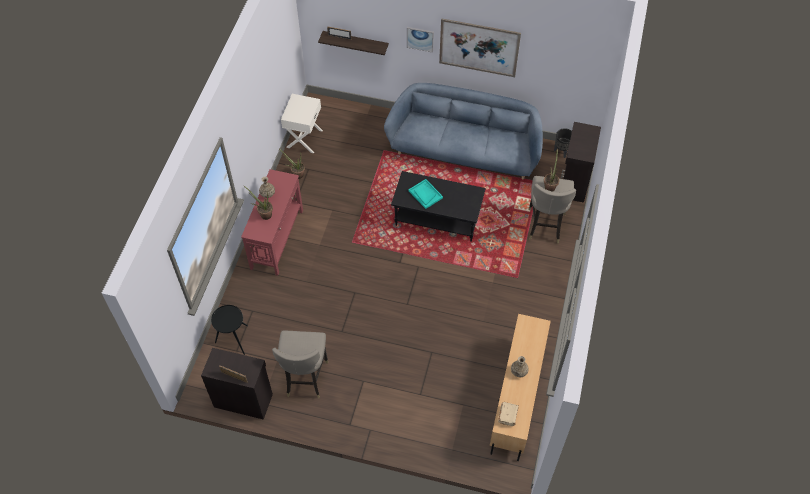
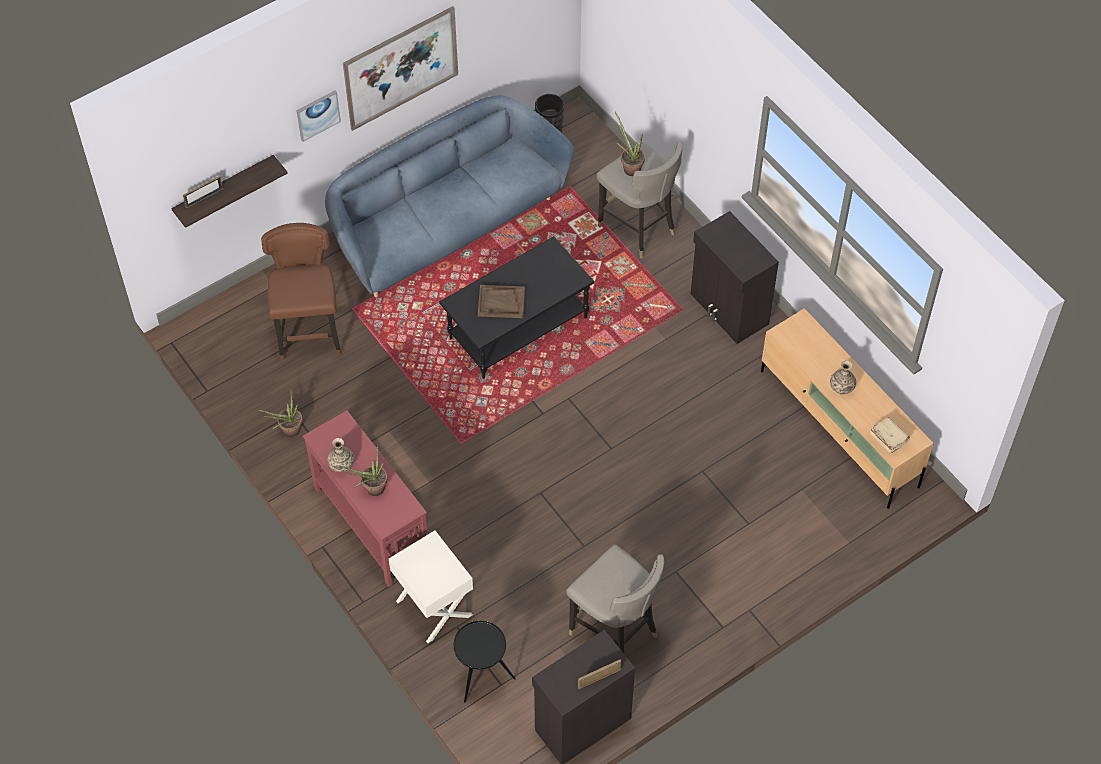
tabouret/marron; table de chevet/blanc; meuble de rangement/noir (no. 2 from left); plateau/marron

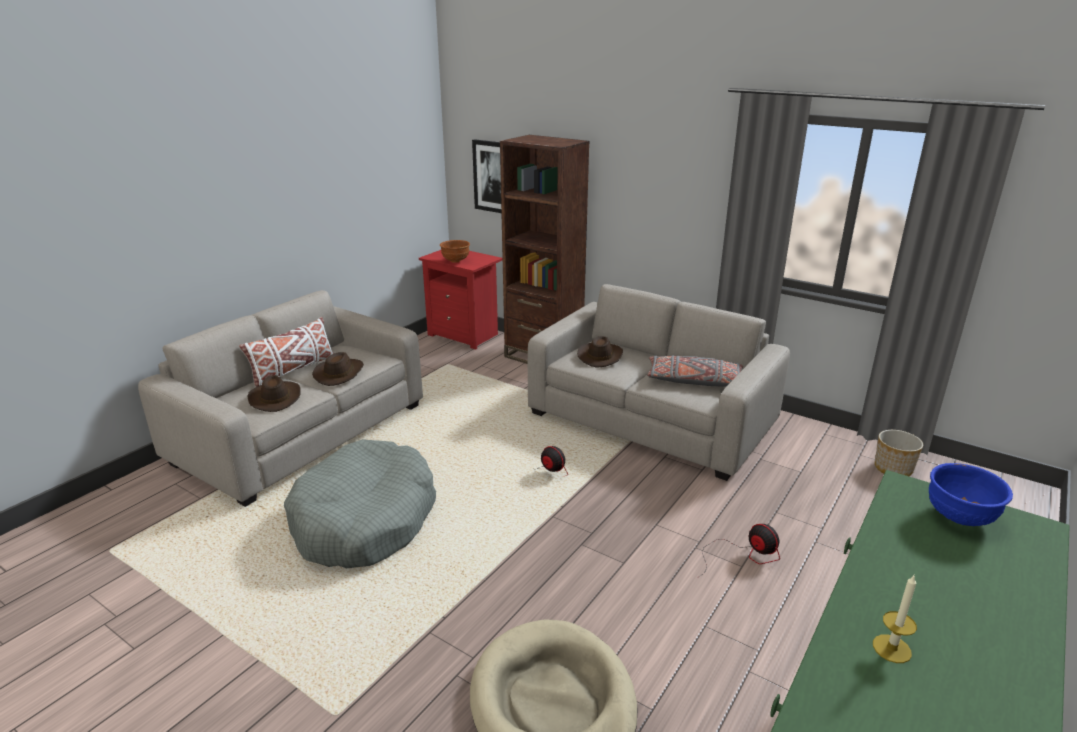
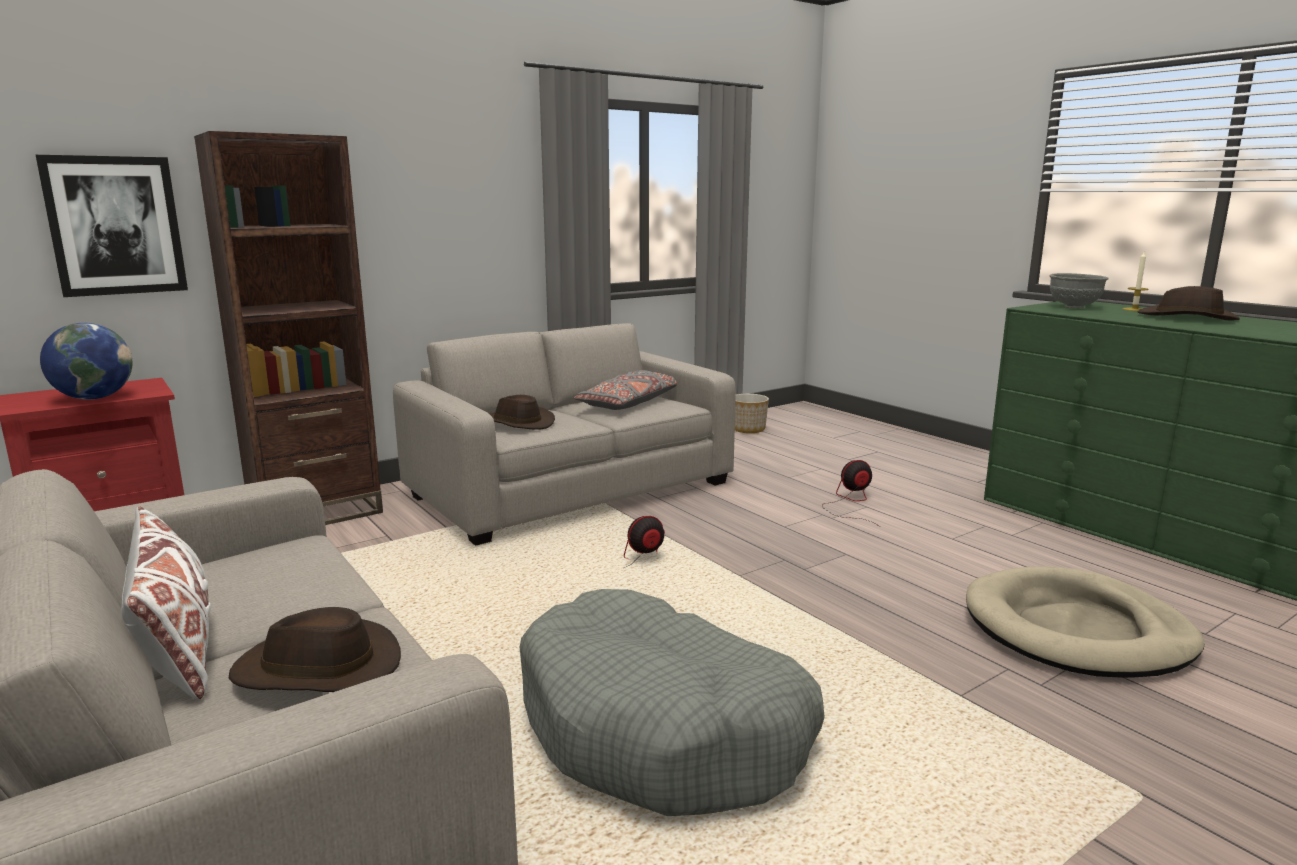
chapeau/marron (no. 3 from left); bougie; globe; bol/gris

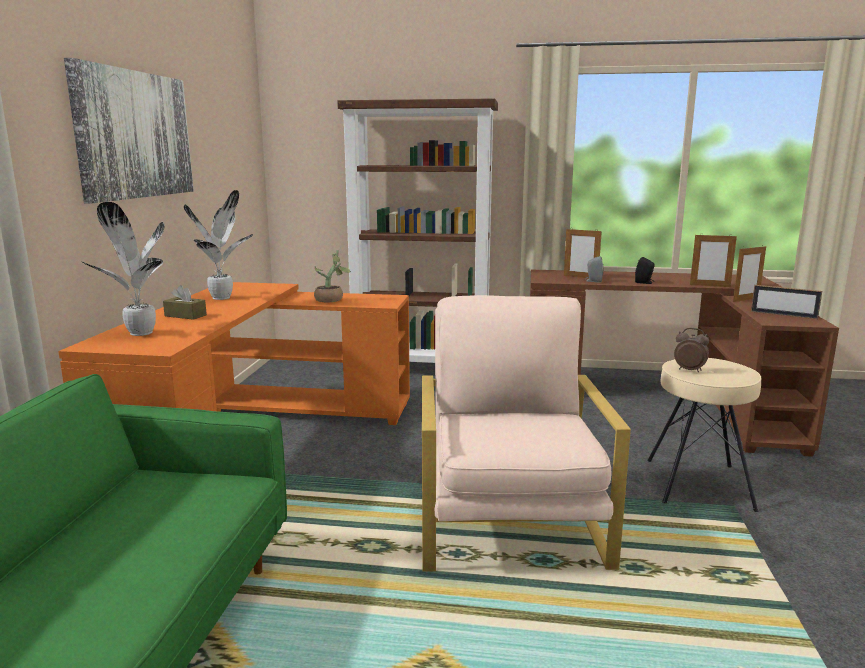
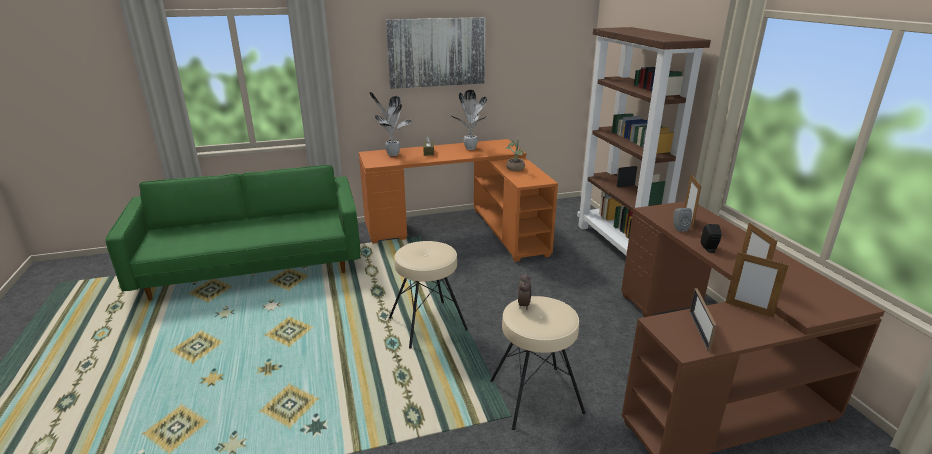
tabouret/beige (no. 1 from left)

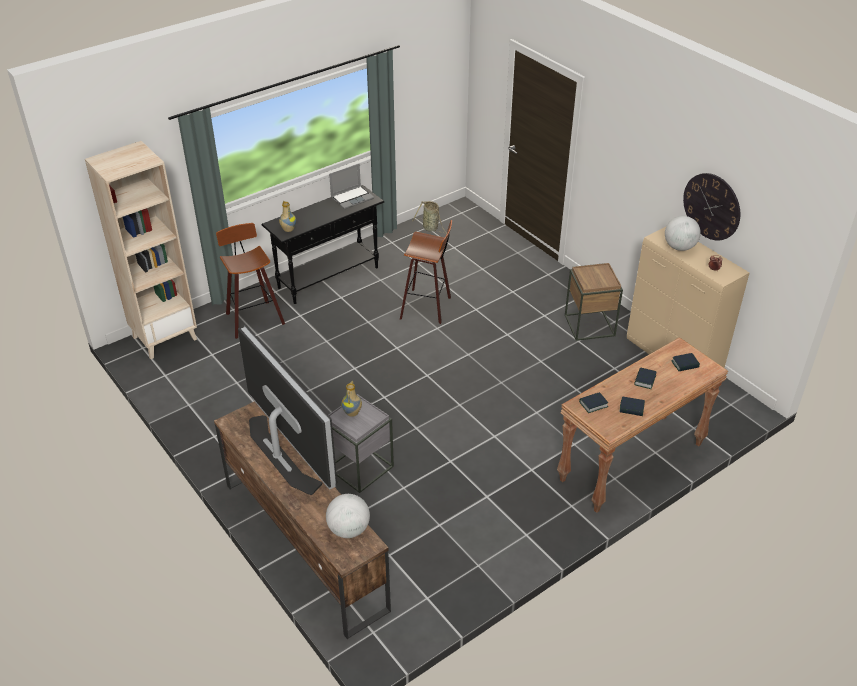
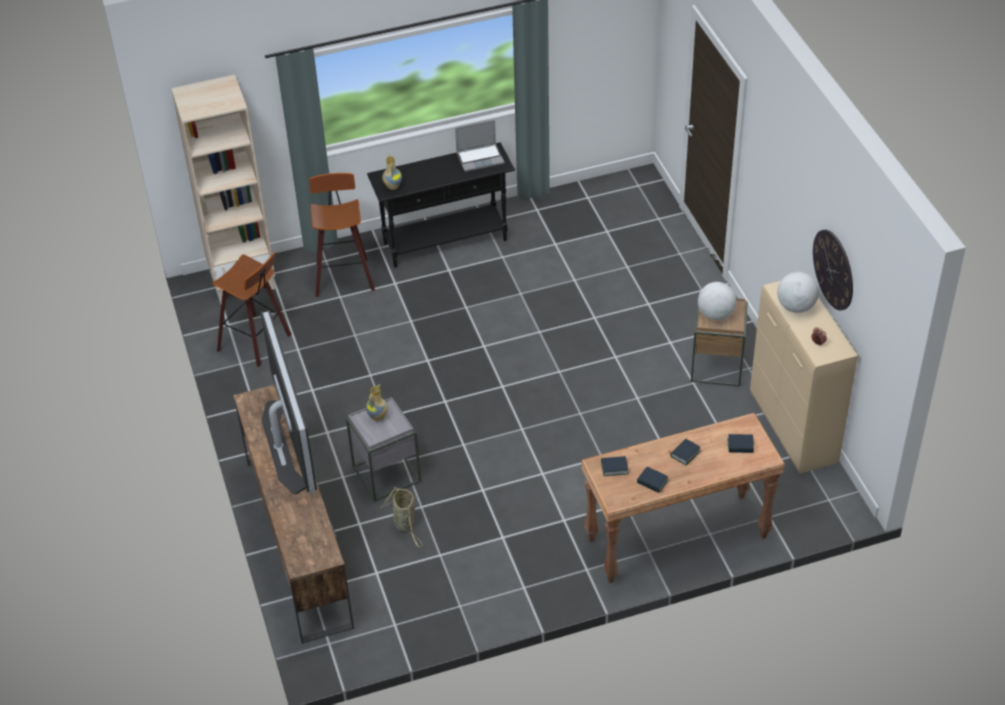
globe (no. 1 from left); tabouret (no. 1 from left); panier

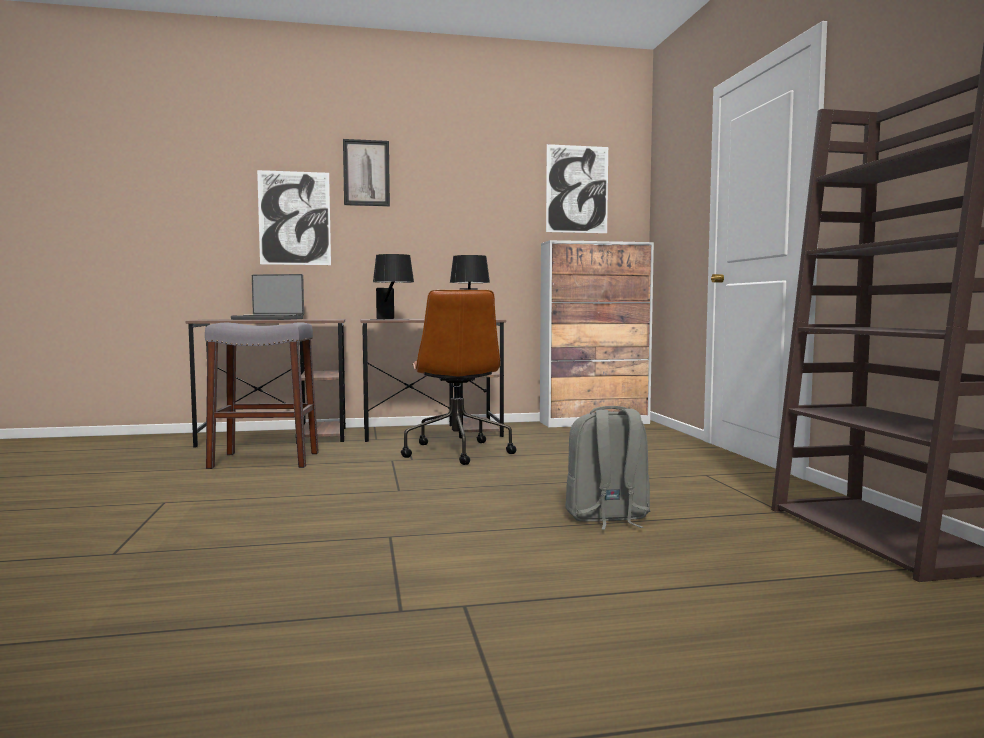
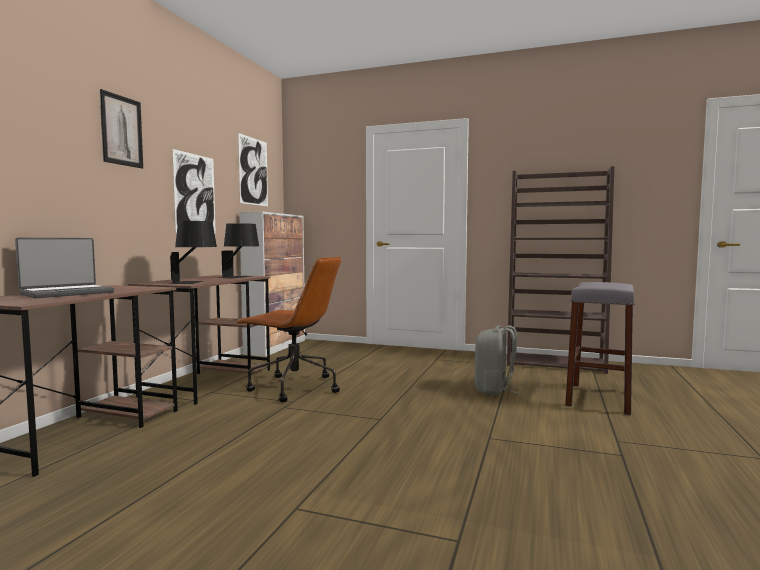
tabouret/gris; tableau (no. 2 from left)

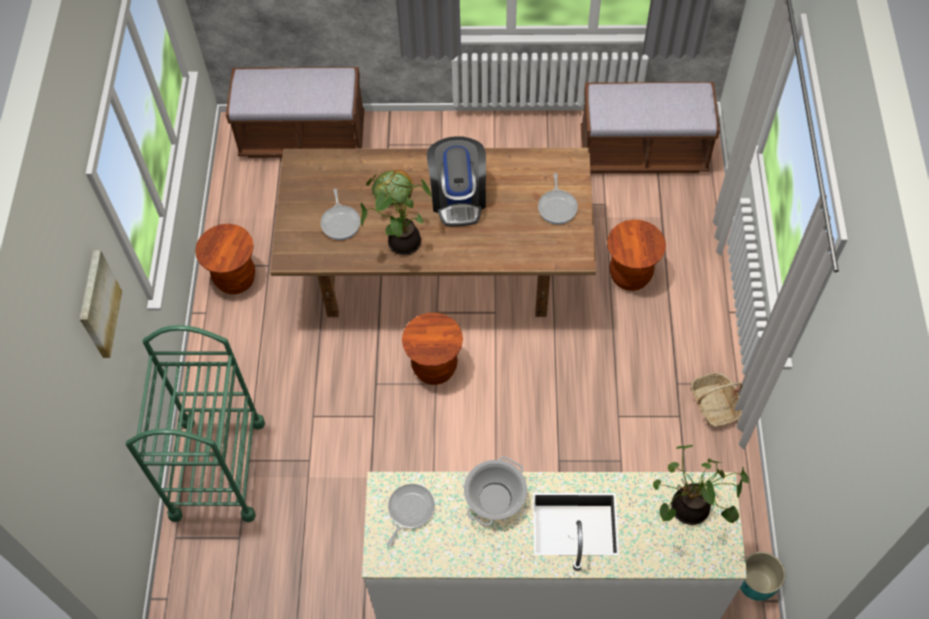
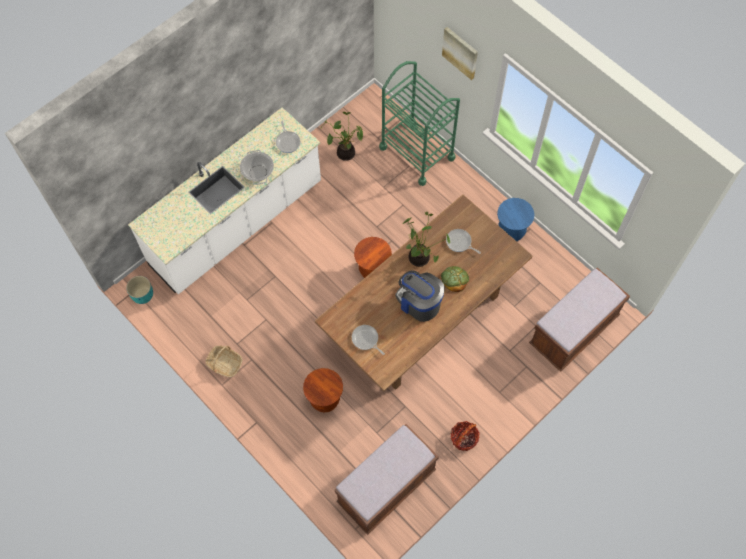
panier (no. 2 from left); plante en pot (no. 1 from left); tabouret/bleu

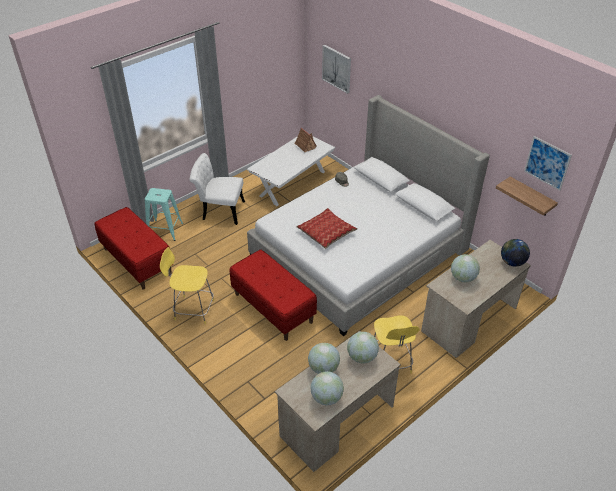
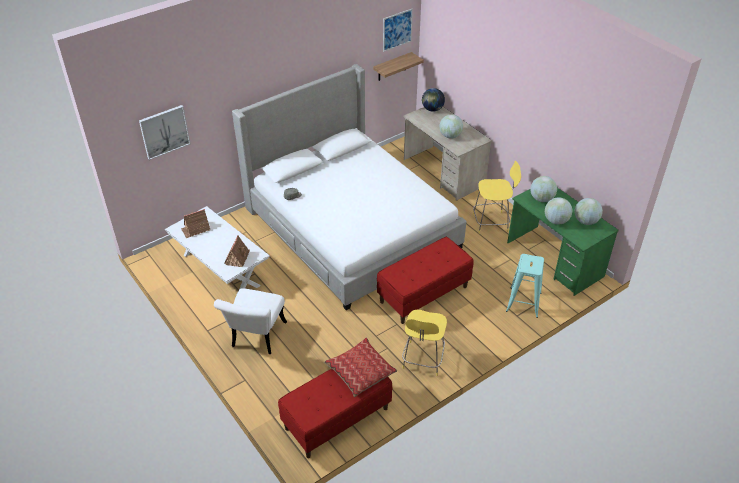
maison miniature (no. 2 from left); tabouret/turquoise; coussin; bureau/vert

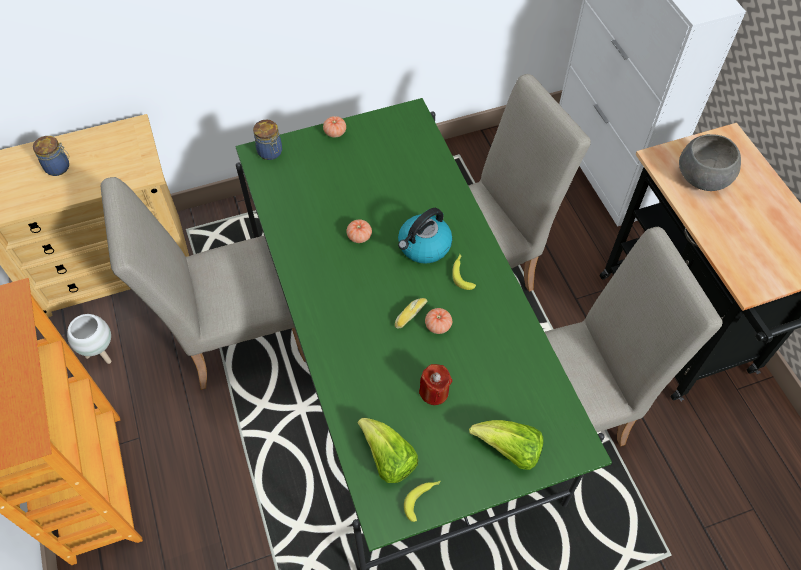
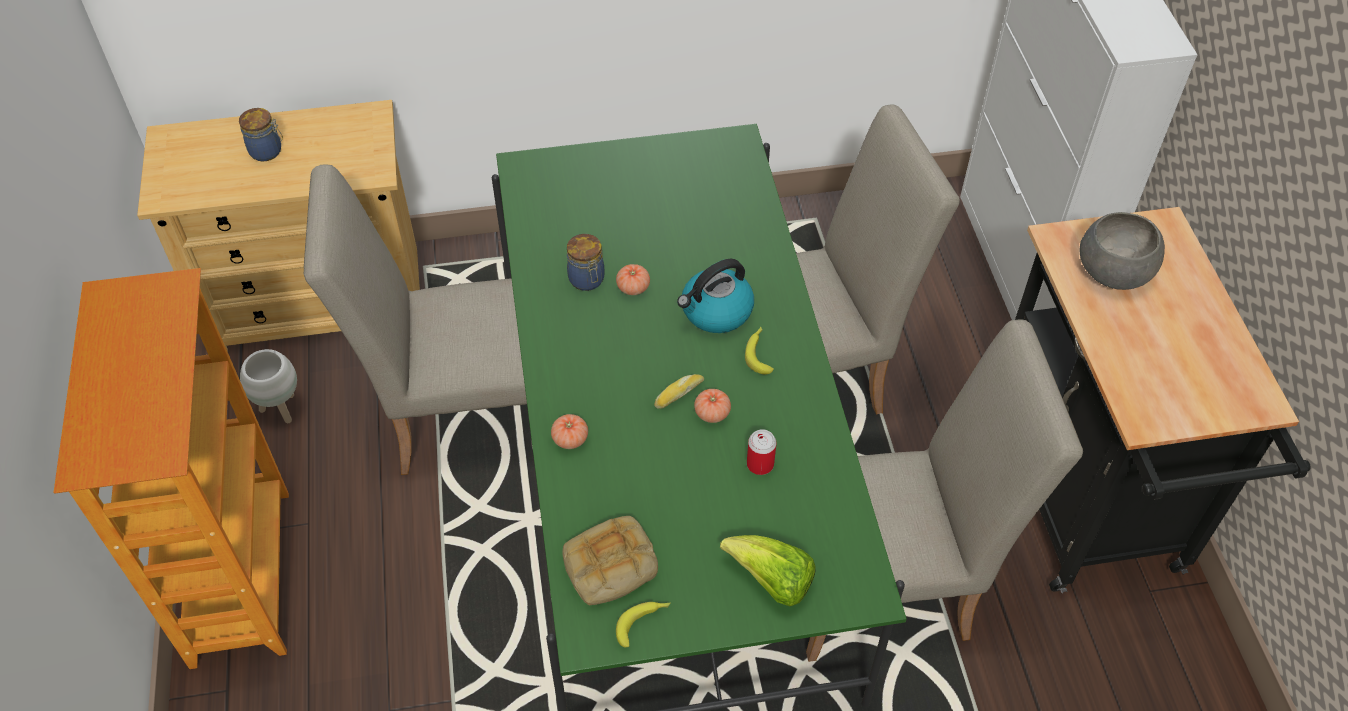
bougie/rouge; boîte métallique; bocal (no. 2 from left); tomate (no. 1 from left); pain (no. 1 from left)

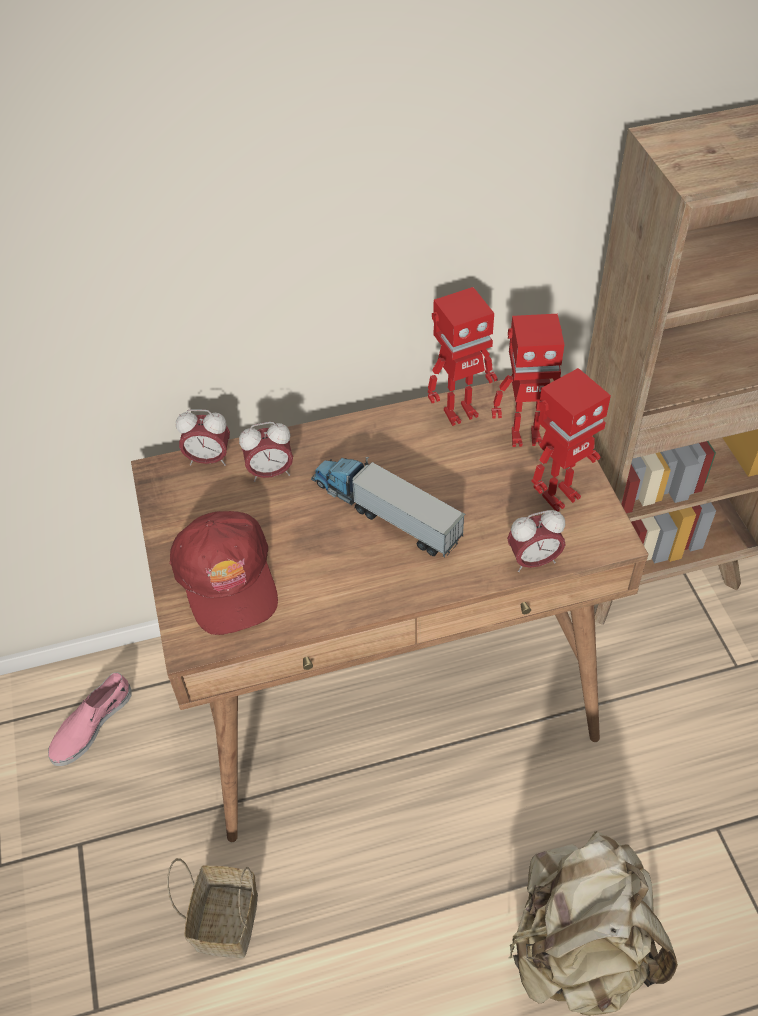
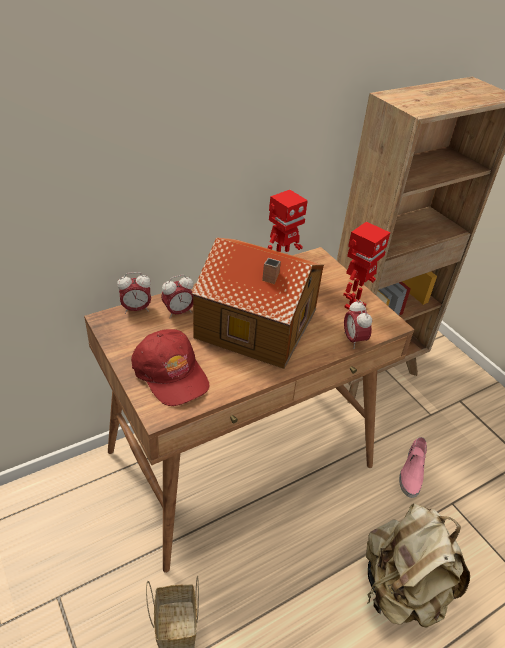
robot jouet (no. 2 from left in the first image); chaussure/rose; maison miniature; réveil (no. 3 from left)

